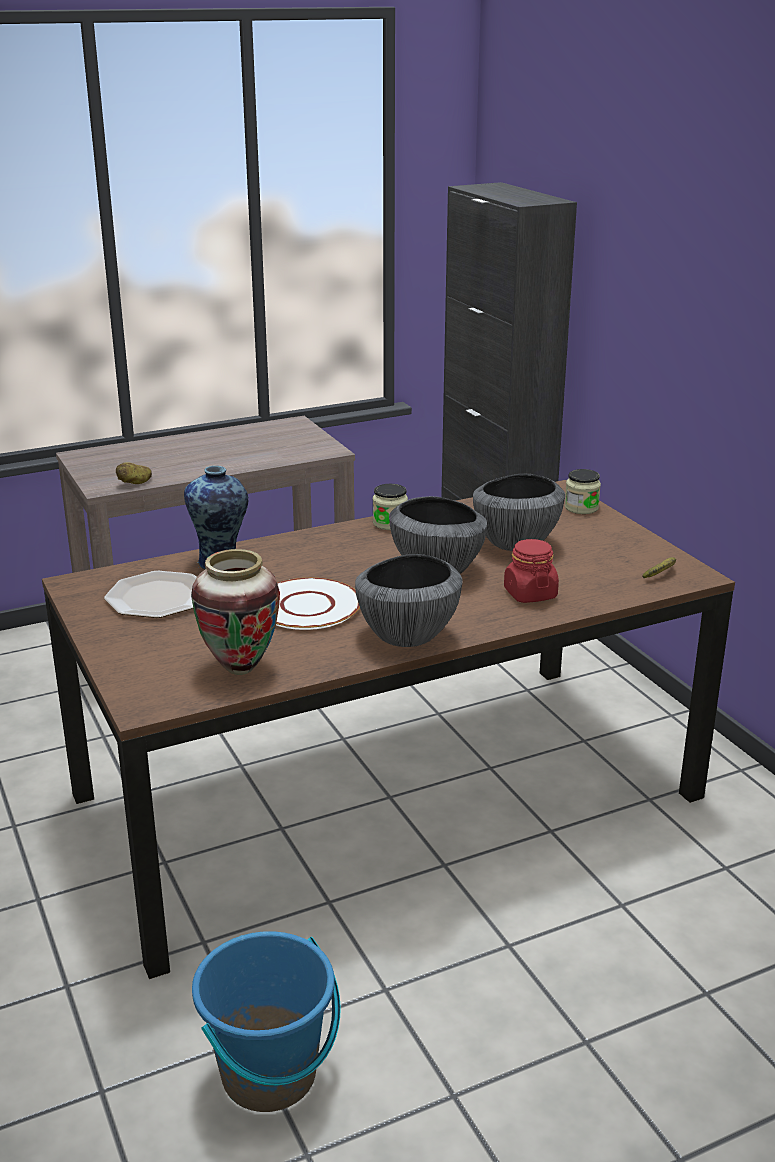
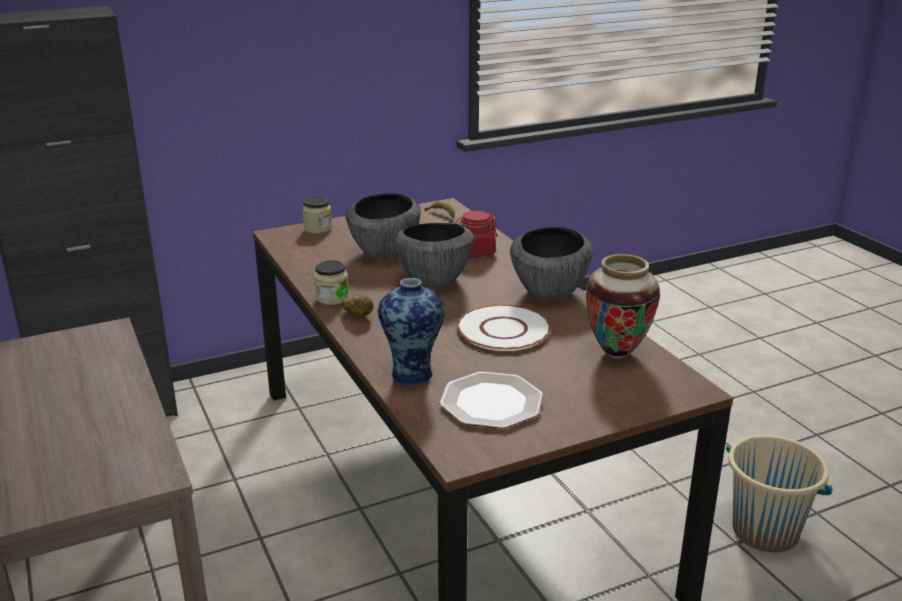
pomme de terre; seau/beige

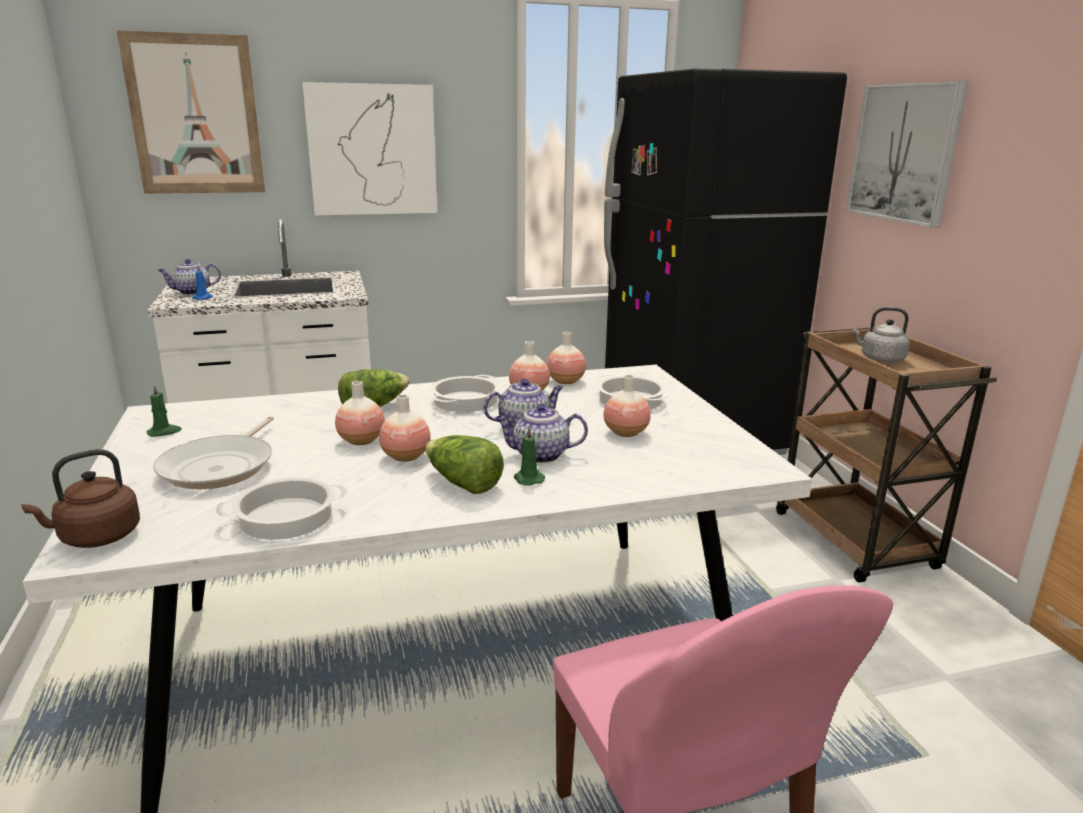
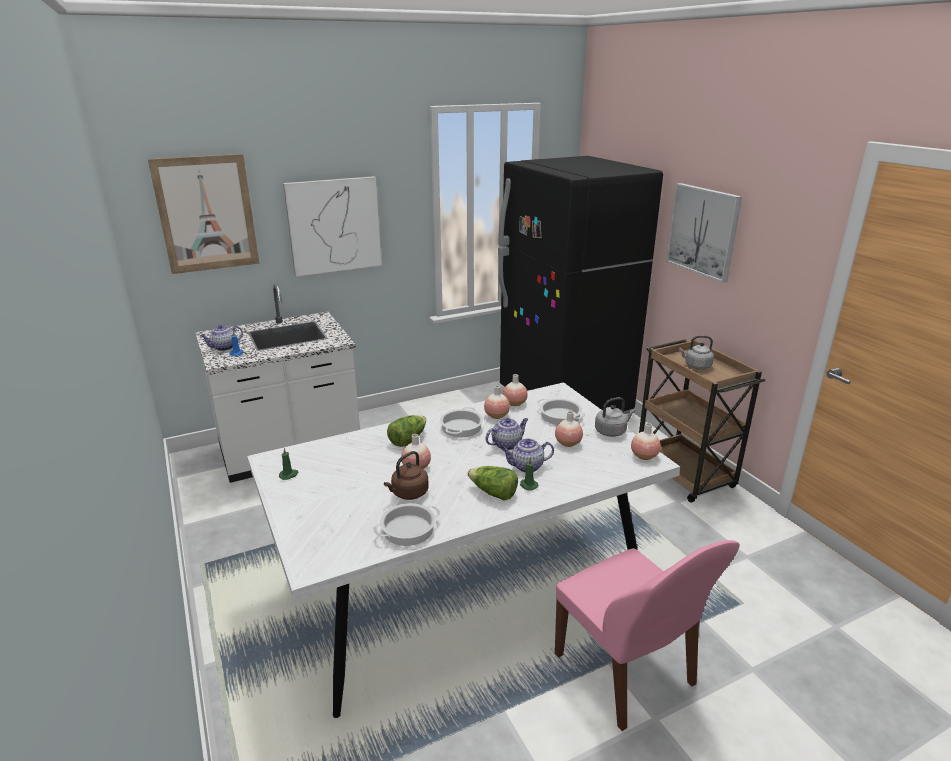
poêle; bouilloire/gris (no. 1 from left); bouilloire/marron; vase (no. 5 from left)

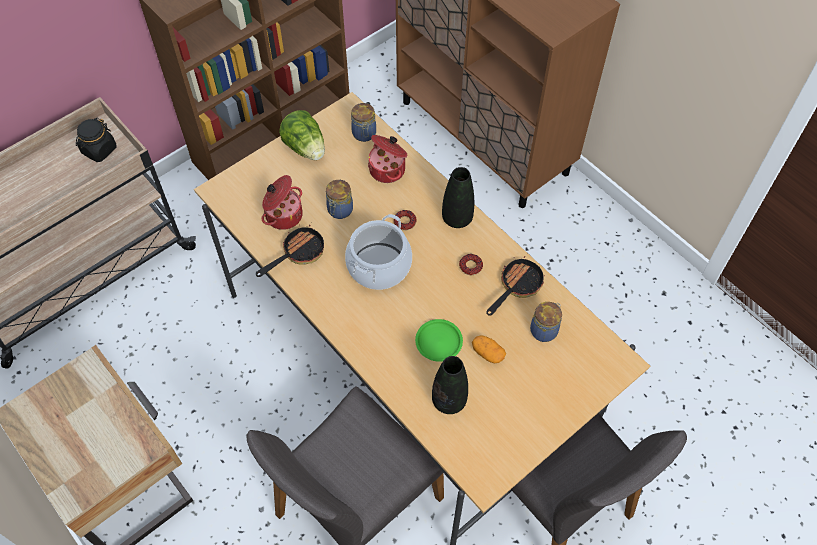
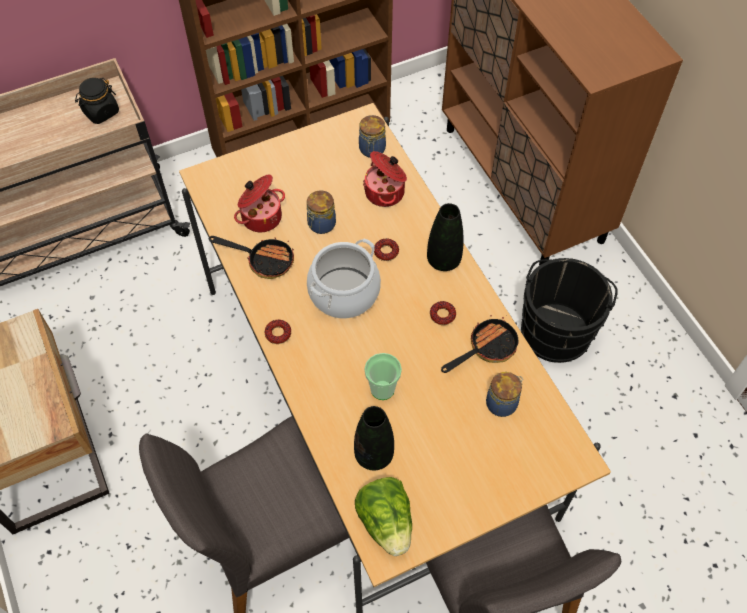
pomme de terre; beignet (no. 1 from left); seau/noir; laitue; tasse; poêle (no. 1 from left)

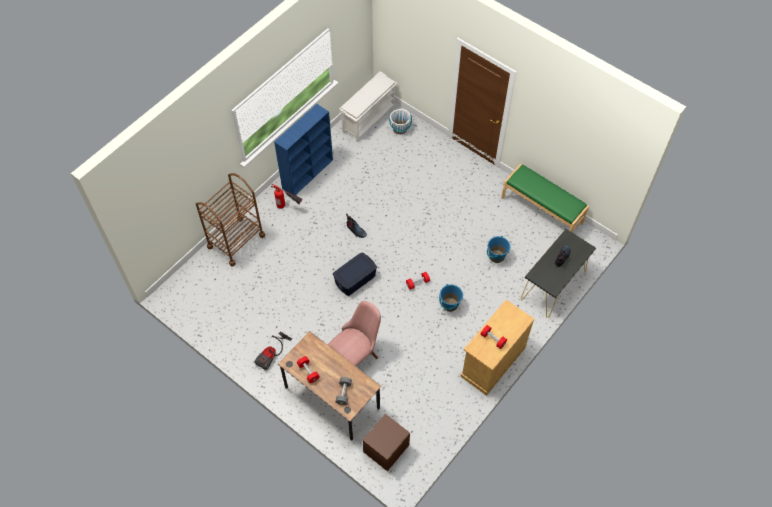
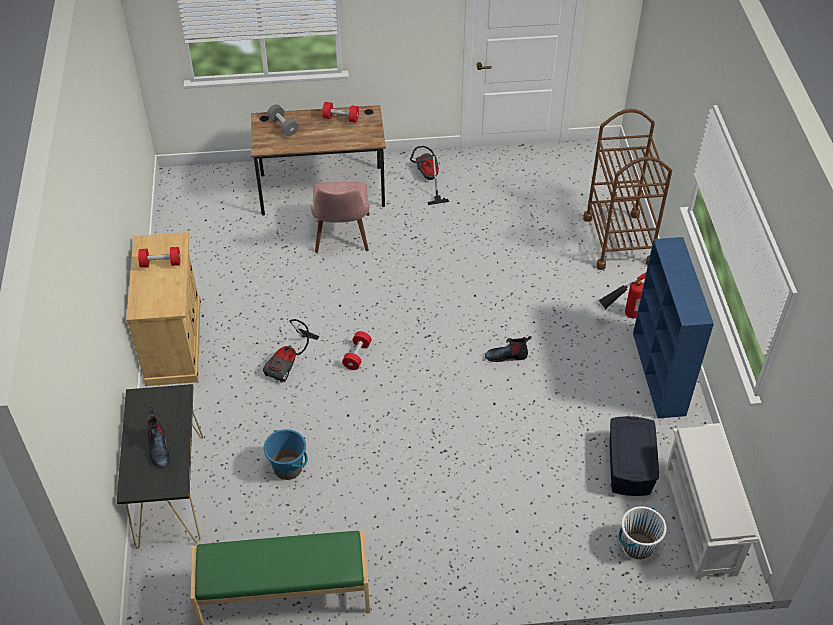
table de chevet/marron; boîte de rangement/bleu; aspirateur (no. 1 from left)

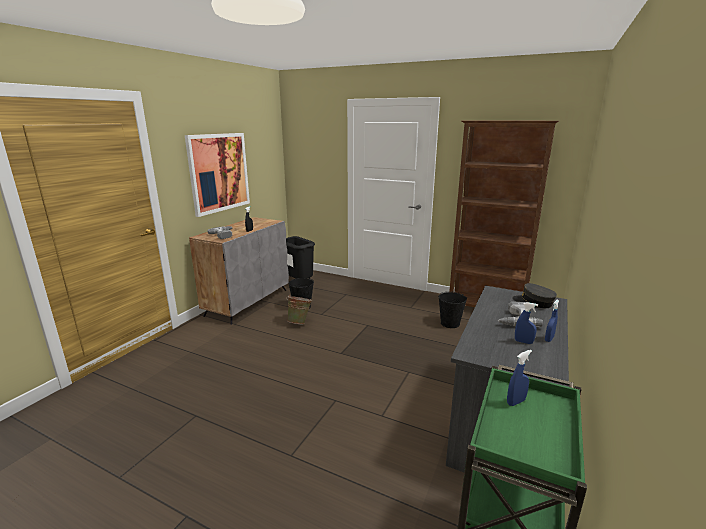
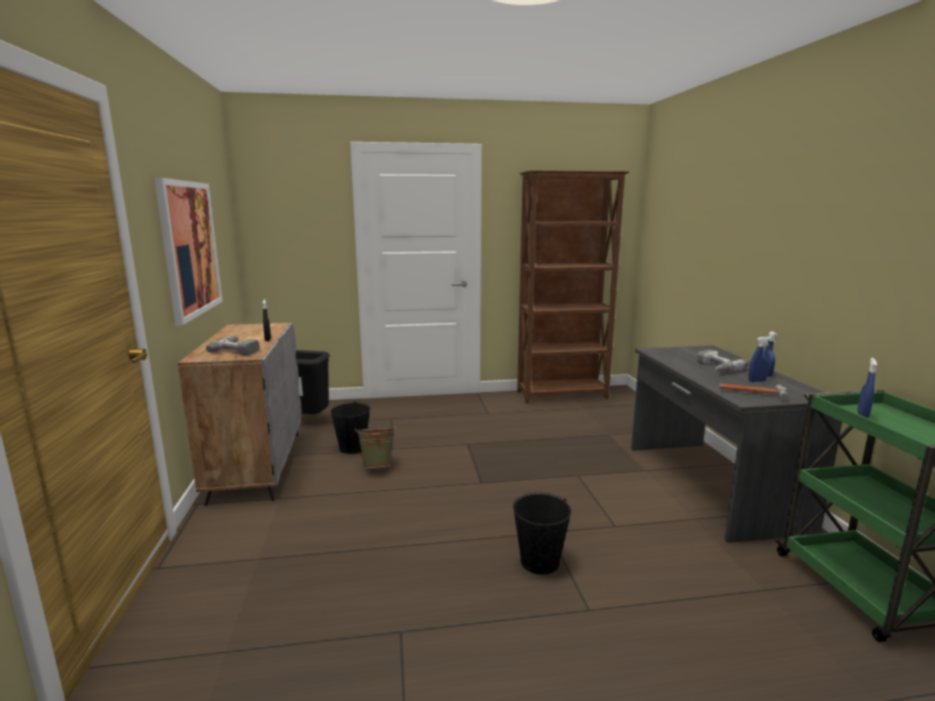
casquette/gris; marteau; seau/noir (no. 2 from left)

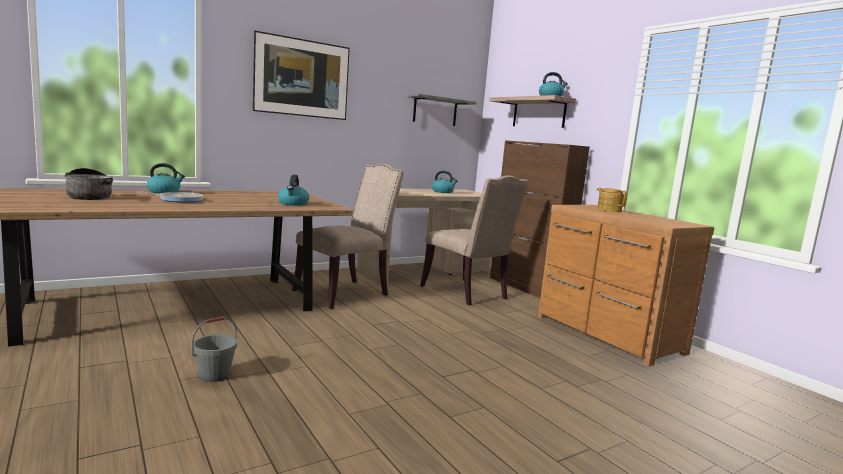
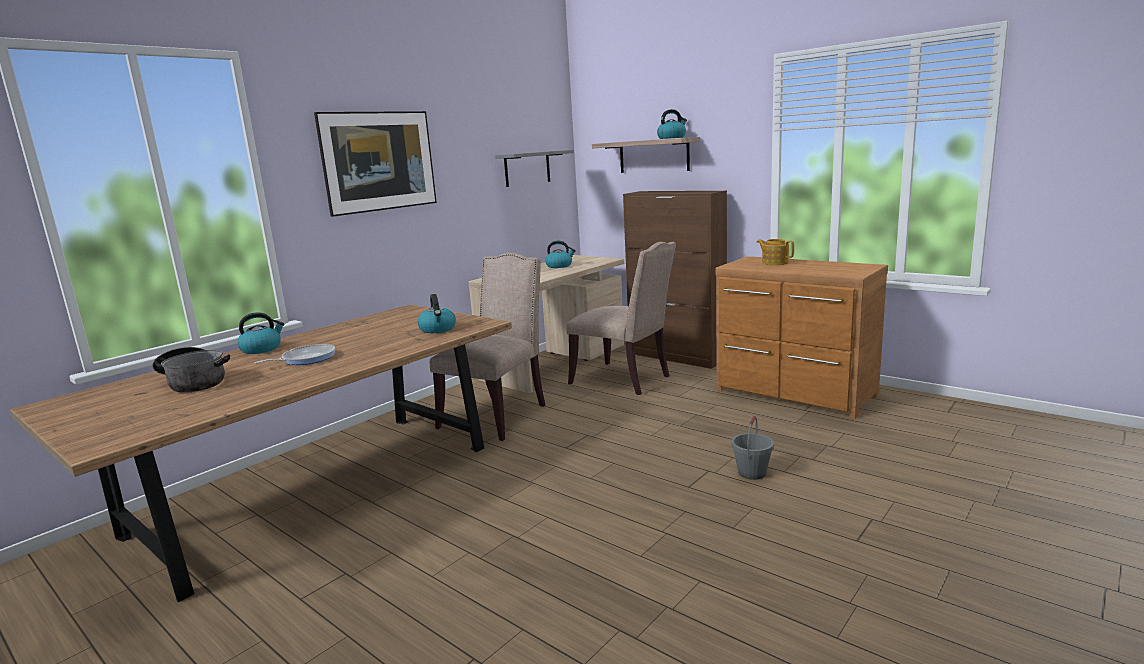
seau/gris

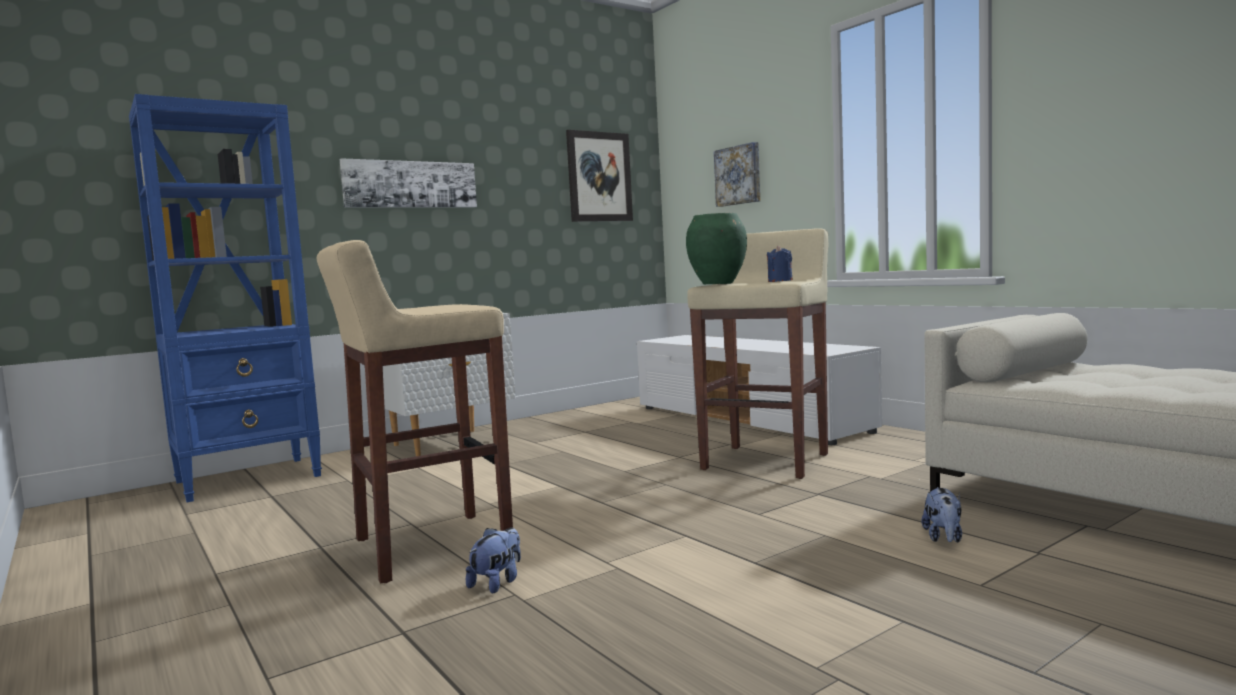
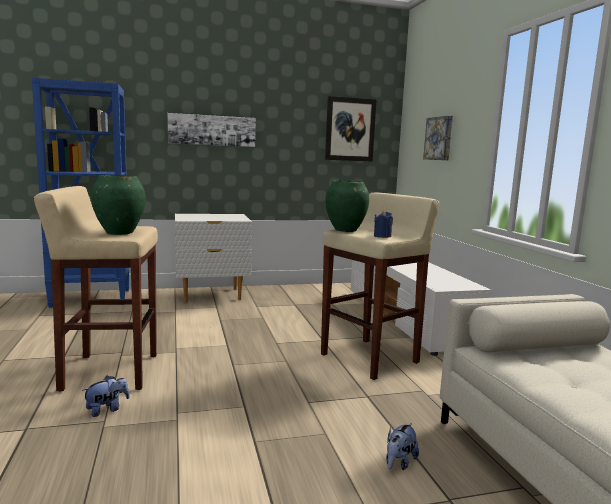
vase/vert (no. 1 from left)

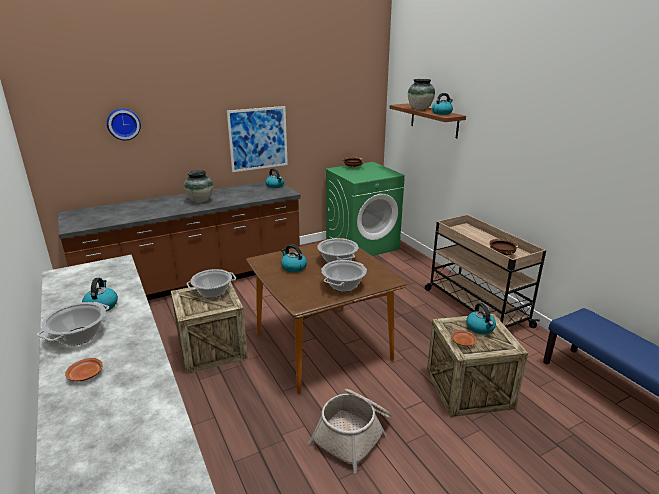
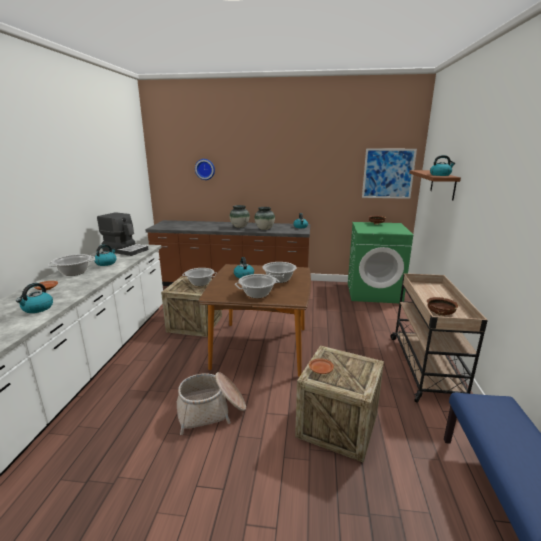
machine à café; tableau; vase (no. 2 from left); bouilloire (no. 1 from left)

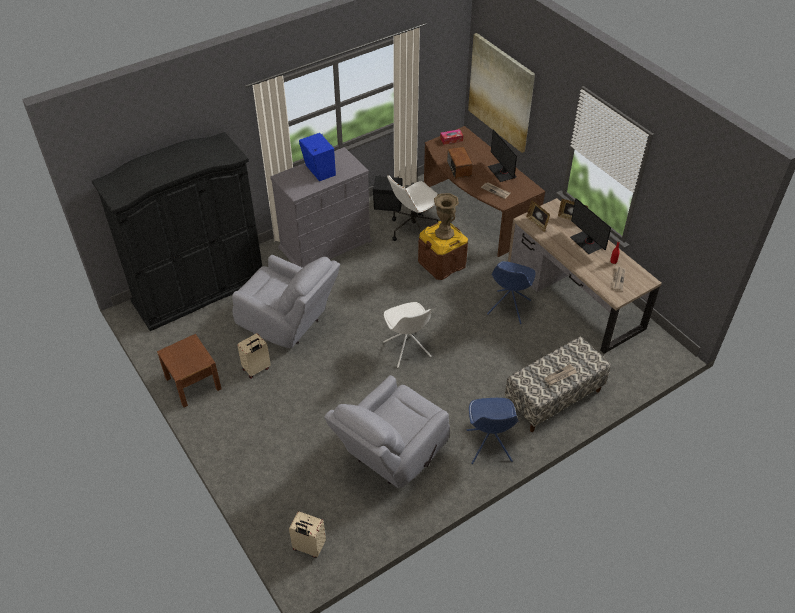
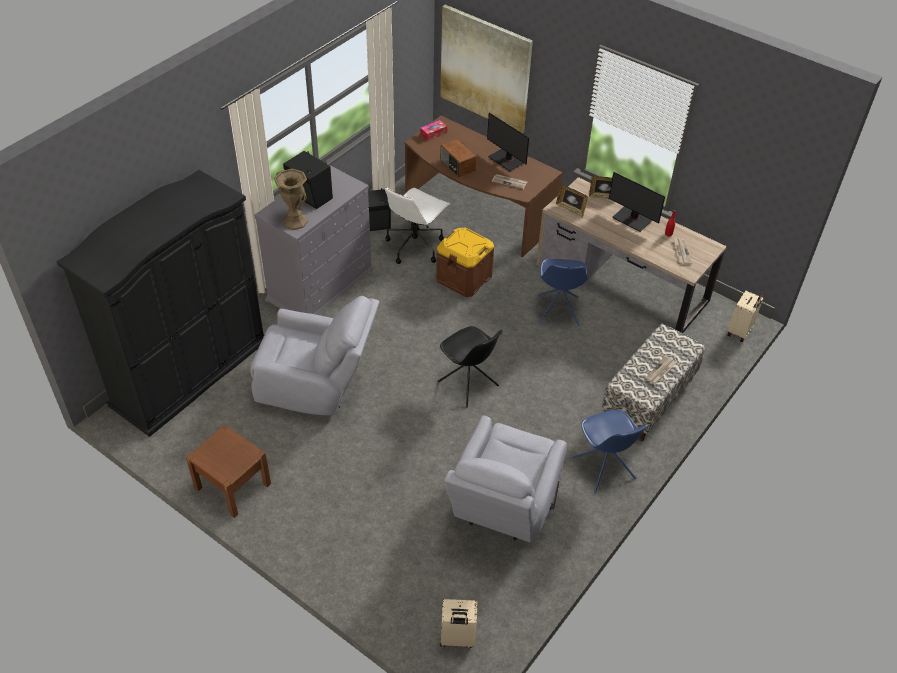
valise/beige (no. 2 from left); vase/marron; enceinte/noir (no. 1 from left); chaise/noir

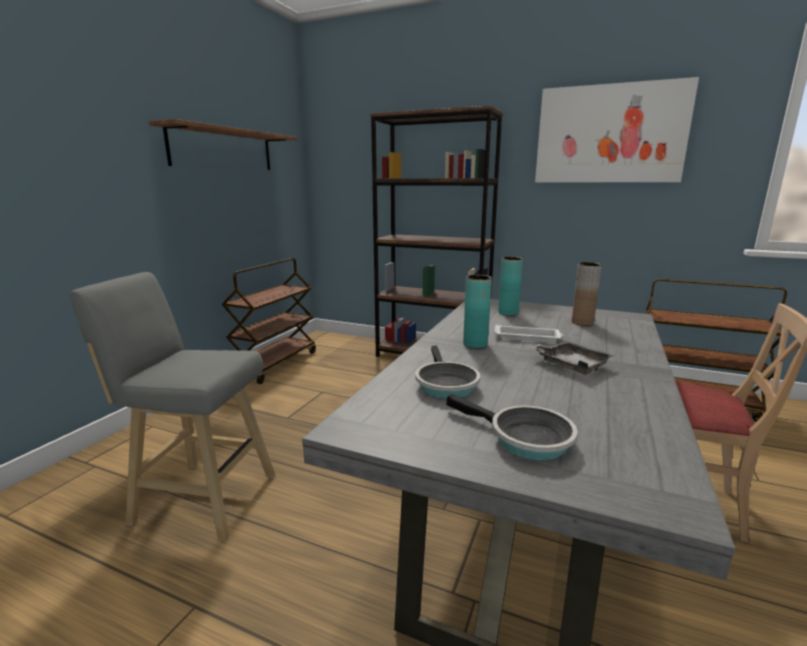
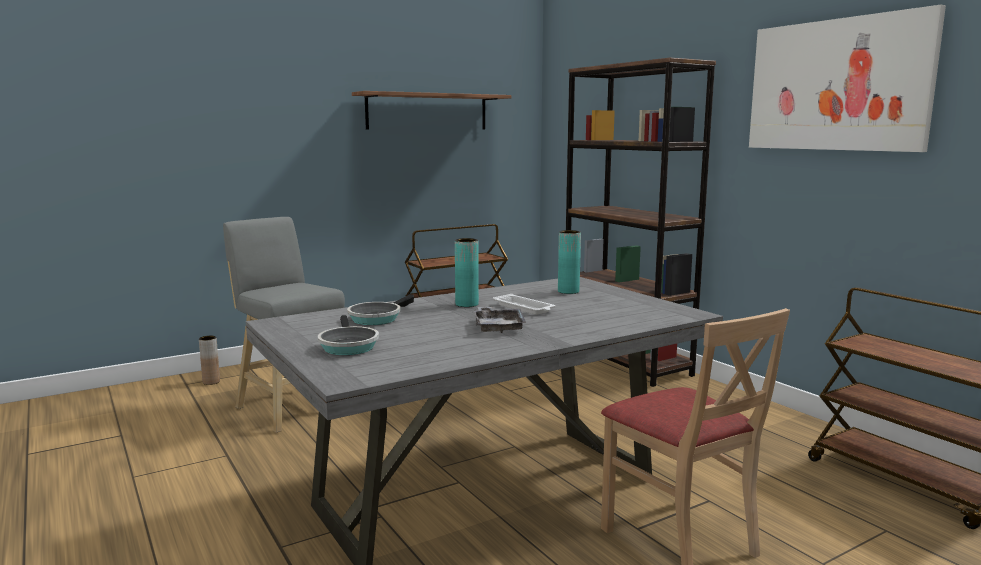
vase/marron

